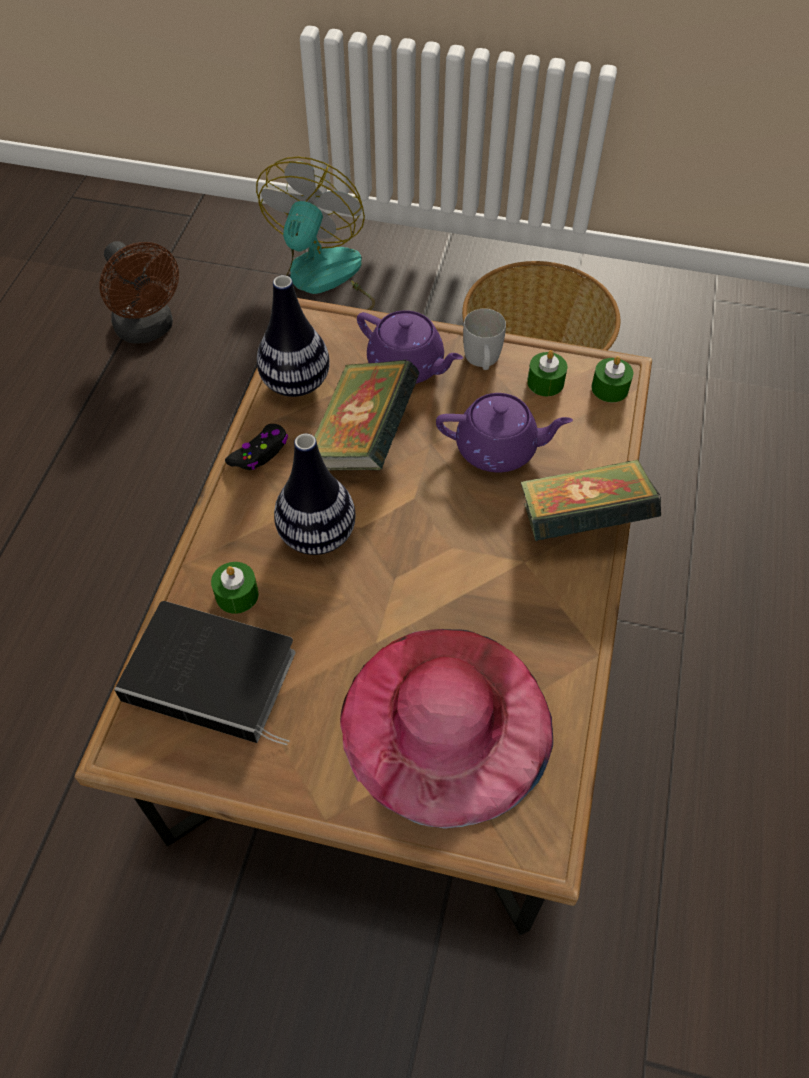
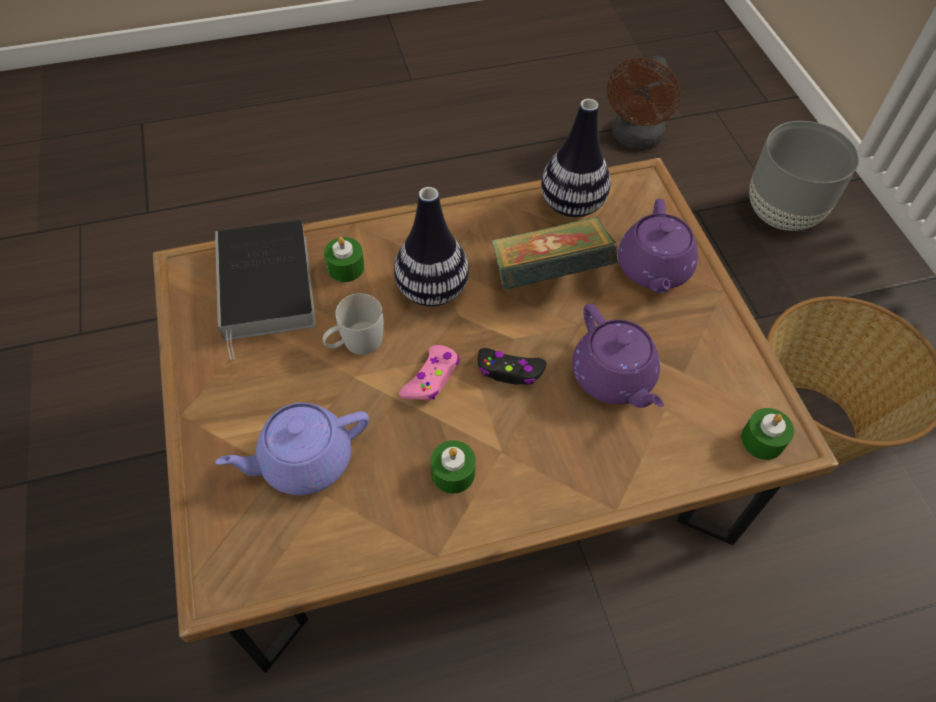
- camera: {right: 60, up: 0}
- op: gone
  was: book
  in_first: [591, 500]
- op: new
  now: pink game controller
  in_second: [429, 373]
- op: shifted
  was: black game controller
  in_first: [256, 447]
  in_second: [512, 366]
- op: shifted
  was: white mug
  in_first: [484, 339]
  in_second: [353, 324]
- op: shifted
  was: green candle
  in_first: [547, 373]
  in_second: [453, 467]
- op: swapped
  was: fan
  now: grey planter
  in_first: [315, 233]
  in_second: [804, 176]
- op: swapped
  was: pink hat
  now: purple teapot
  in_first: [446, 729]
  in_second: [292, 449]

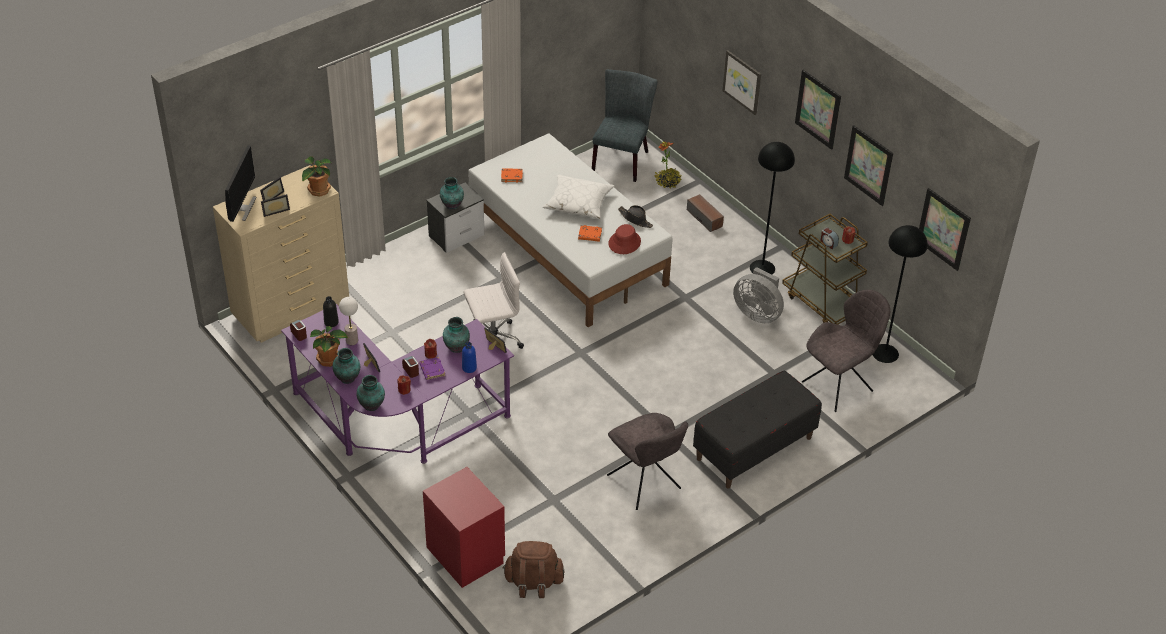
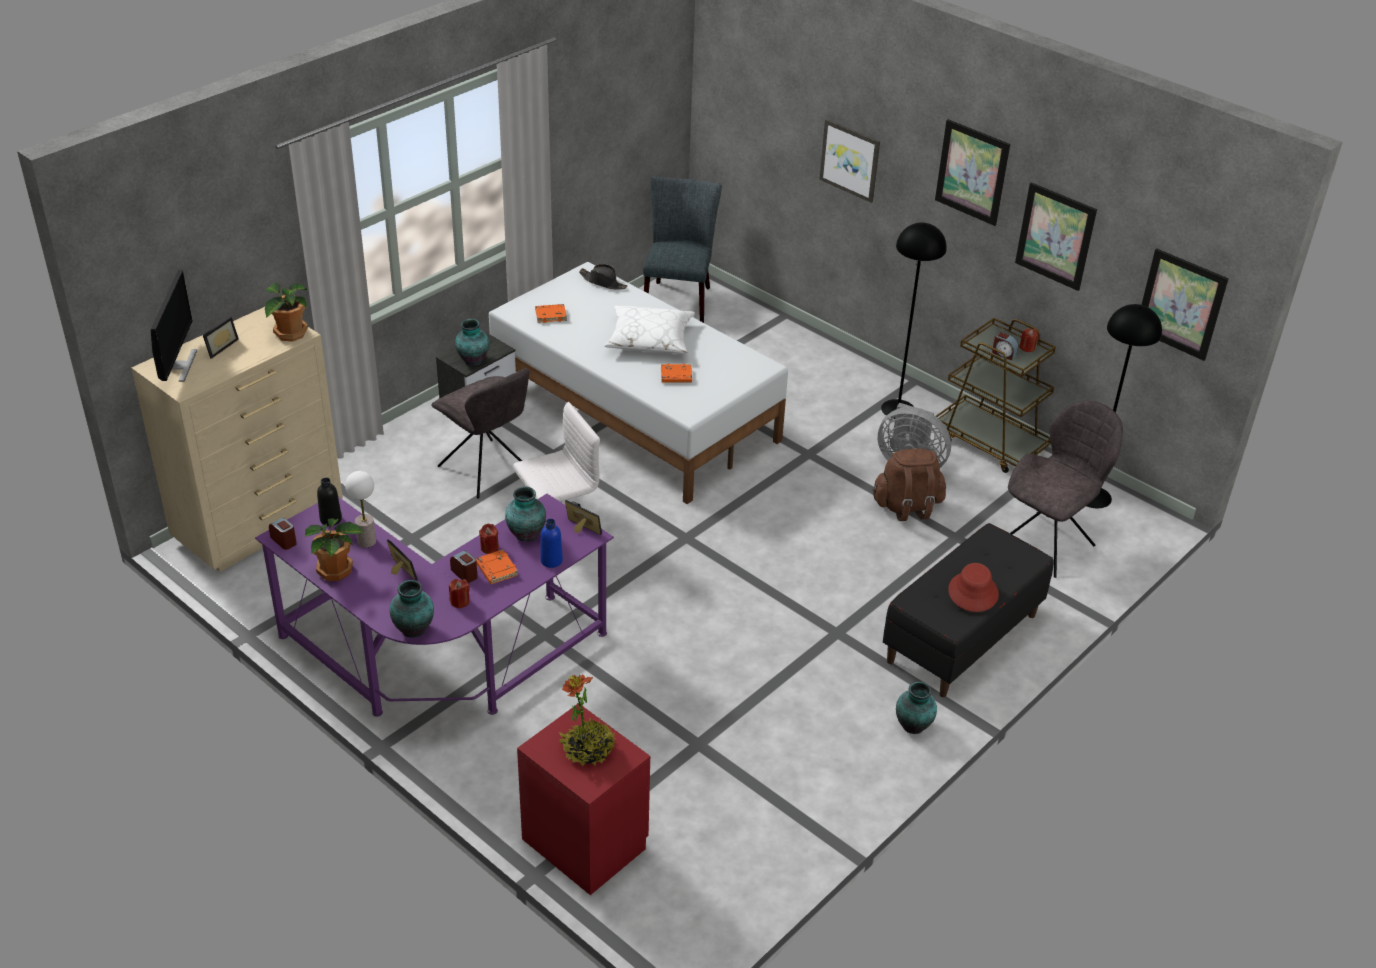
- camera: {right: -10, up: -5}
- op: gone
  was: picture frame
  in_first: [275, 205]
- op: gone
  was: speaker
  in_first: [705, 213]
- op: shifted
  was: vase
  in_first: [346, 366]
  in_second: [916, 707]
- op: shifted
  was: brown backpack
  in_first: [533, 569]
  in_second: [909, 485]
- op: shifted
  was: grey chair
  in_first: [647, 461]
  in_second: [481, 433]
- op: shifted
  was: red hat
  in_first: [624, 239]
  in_second: [973, 587]
- op: shifted
  was: black hat
  in_first: [635, 216]
  in_second: [603, 277]
- op: shifted
  was: potted plant
  in_first: [668, 165]
  in_second: [587, 720]
- op: repainted
  was: purple book
  now: orange book
  in_first: [432, 368]
  in_second: [497, 566]

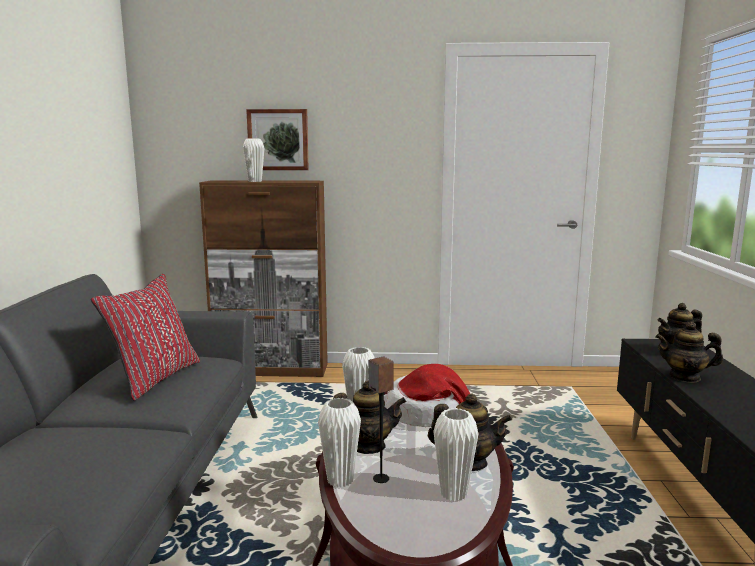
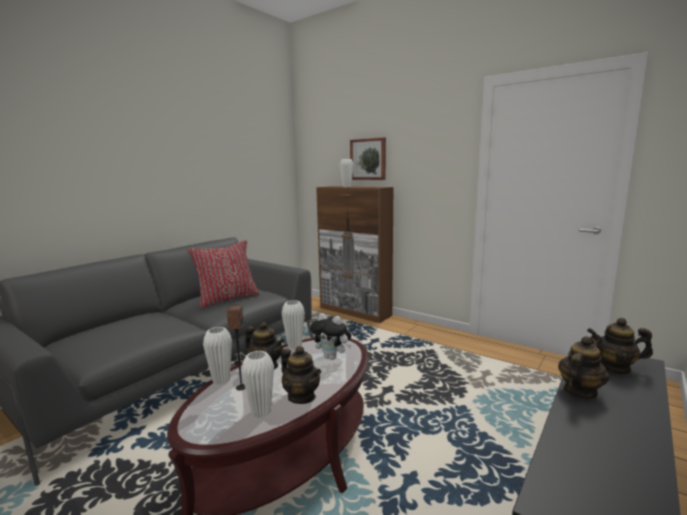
- camera: {right: 35, up: 0}
- op: swapped
  was: hat
  now: plush toy
  in_first: [428, 395]
  in_second: [331, 336]
- op: rotated
  was: teapot
  in_first: [689, 352]
  in_second: [583, 367]
  clockwise: 90

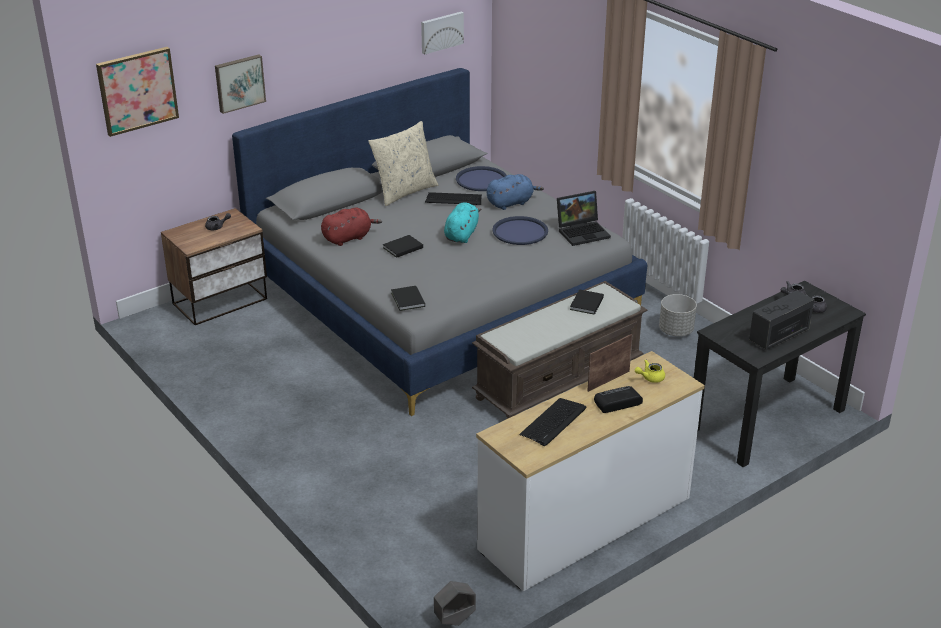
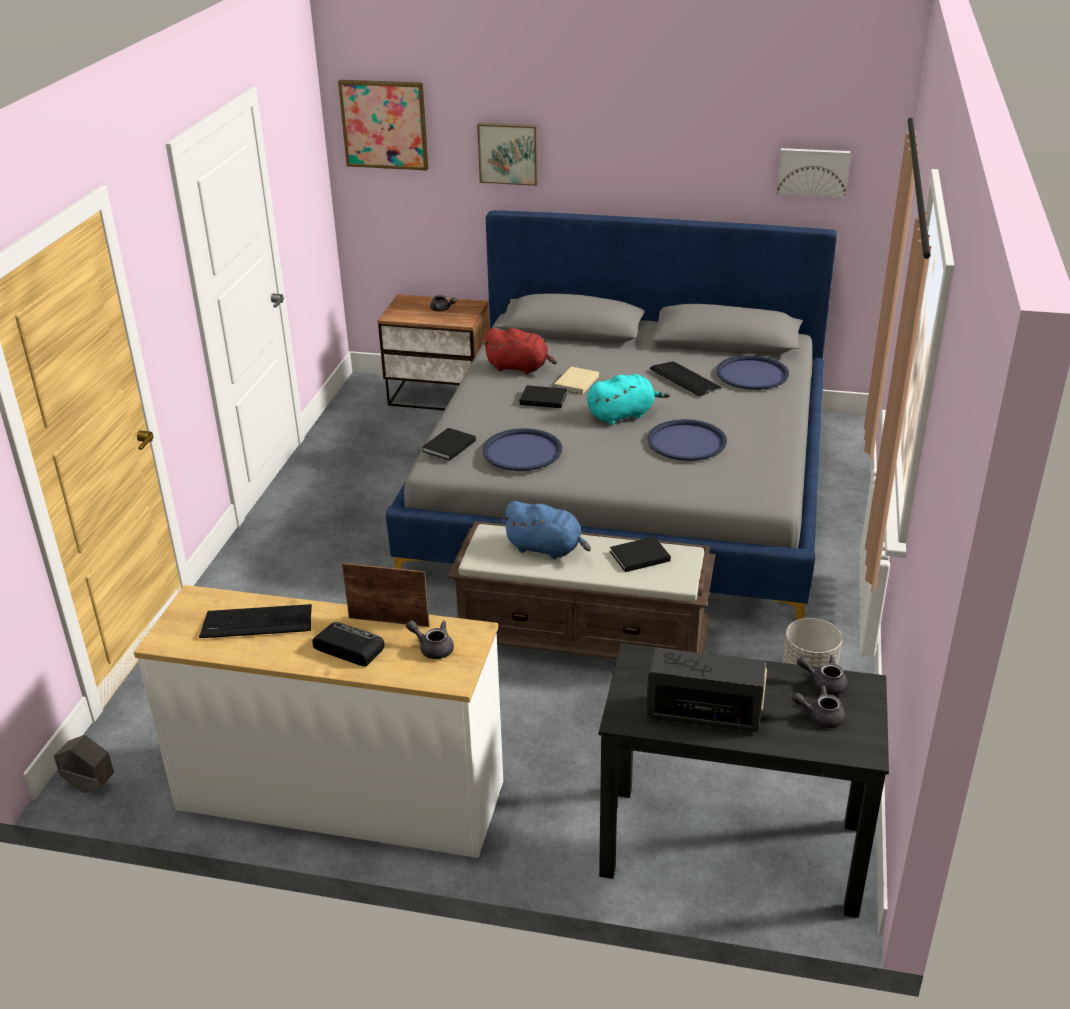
- camera: {right: 50, up: 0}
- op: gone
  was: beige pillow
  in_first: [403, 163]
- op: gone
  was: laptop
  in_first: [584, 218]
- op: new
  now: blue tray
  in_second: [522, 449]
- op: new
  now: beige book
  in_second: [576, 380]
- op: shifted
  was: blue plush toy
  in_first: [515, 192]
  in_second: [546, 530]
- op: repainted
  was: yellow teapot
  now: grey teapot
  in_first: [650, 371]
  in_second: [430, 639]

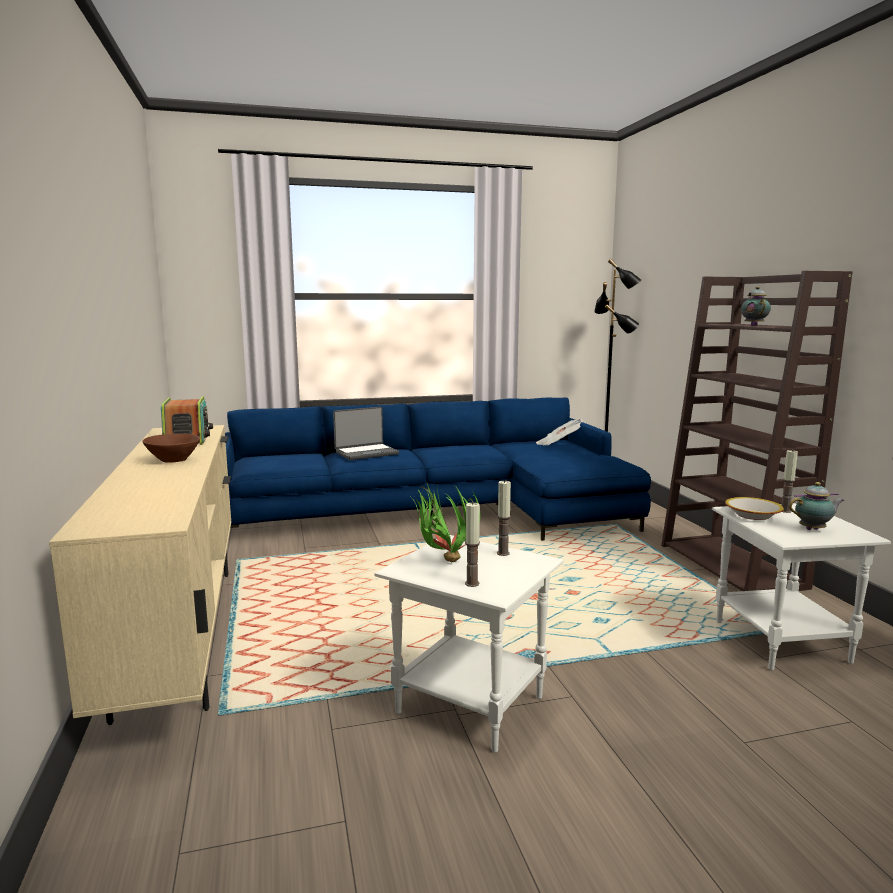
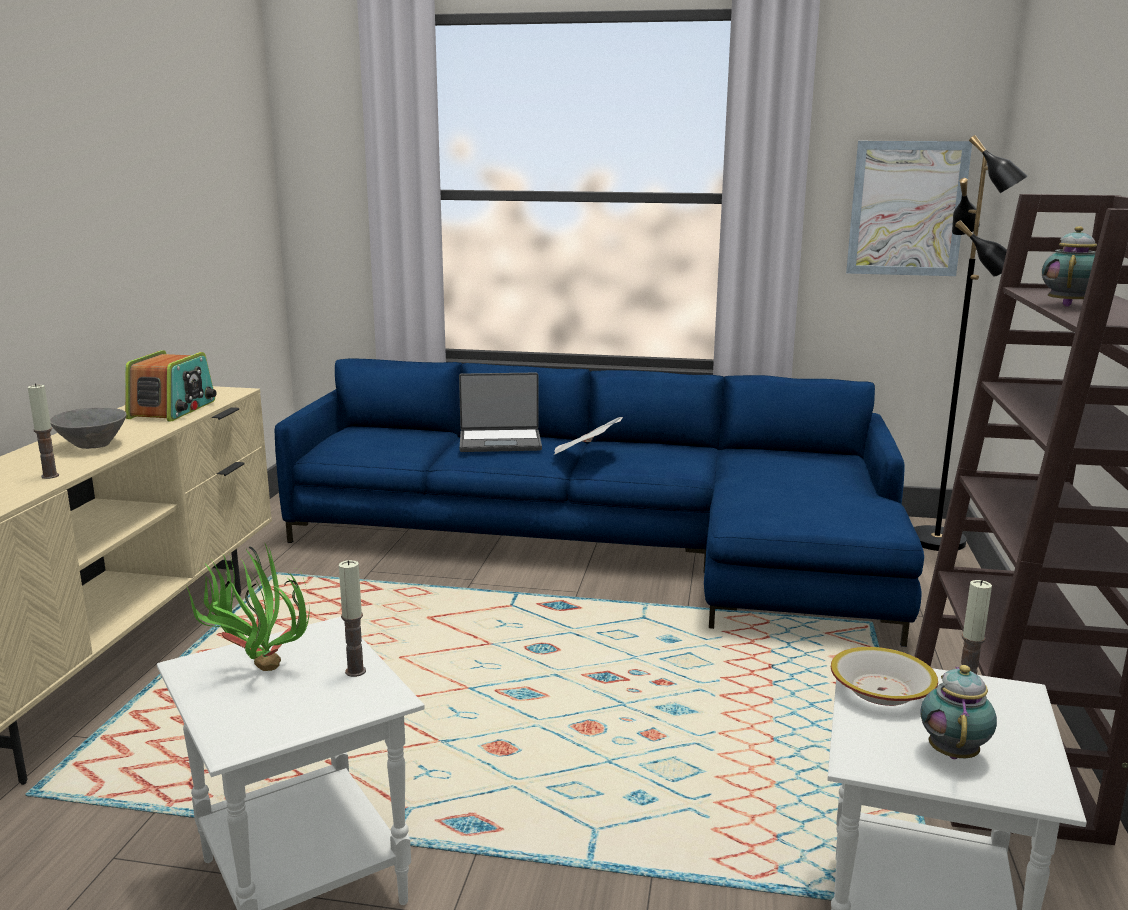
- camera: {right: 25, up: 5}
- op: new
  now: picture
  in_second: [909, 208]
- op: shifted
  was: candle
  in_first: [472, 544]
  in_second: [43, 431]
- op: shifted
  was: newspaper
  in_first: [559, 432]
  in_second: [587, 436]
- op: repainted
  was: brown bowl
  now: grey bowl
  in_first: [171, 448]
  in_second: [88, 428]
- op: rotated
  was: teapot
  in_first: [816, 506]
  in_second: [958, 712]
  clockwise: -90

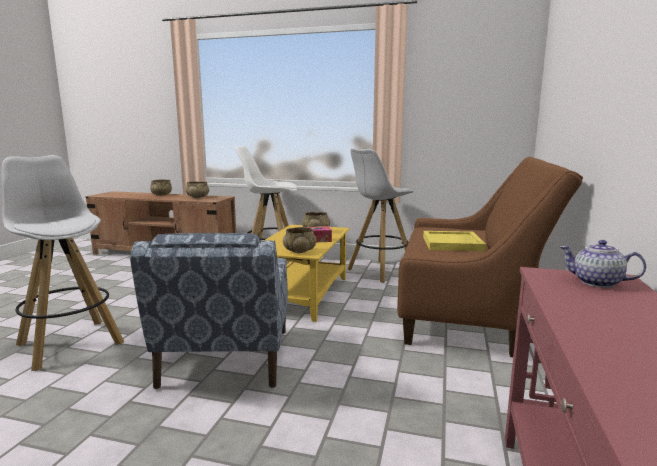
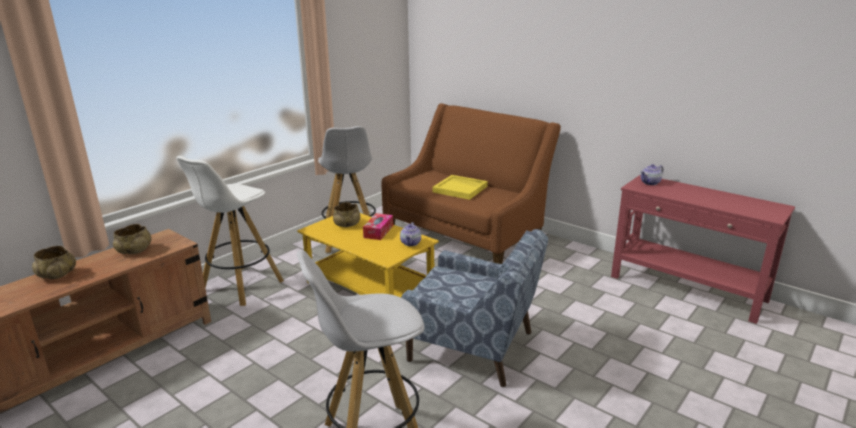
- camera: {right: -65, up: 10}
- op: swapped
  was: beige bowl
  now: teapot
  in_first: [299, 240]
  in_second: [410, 234]

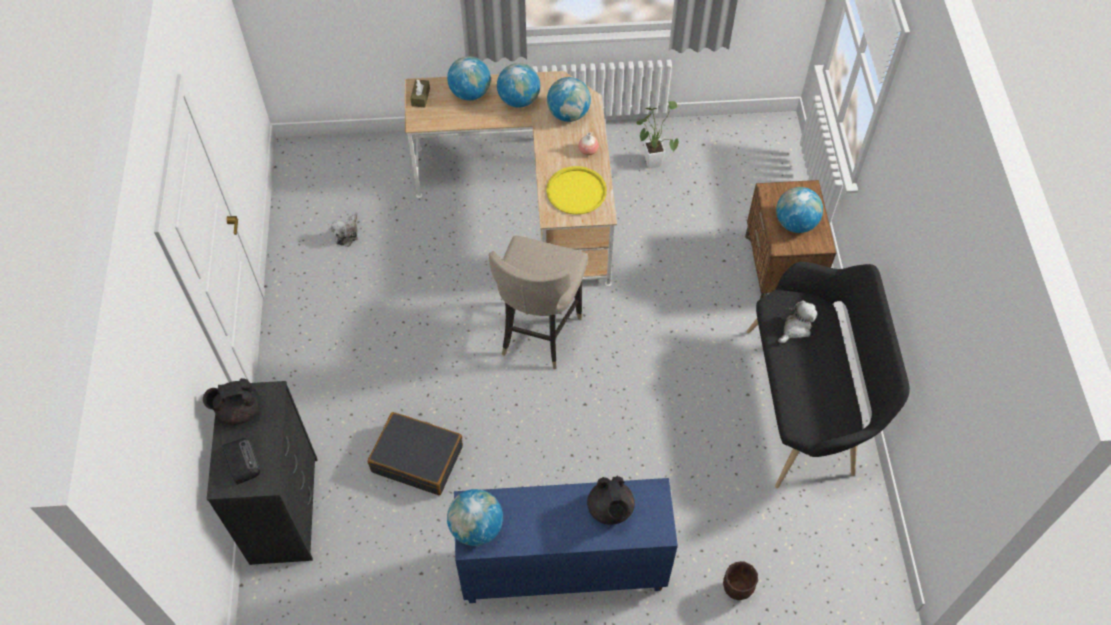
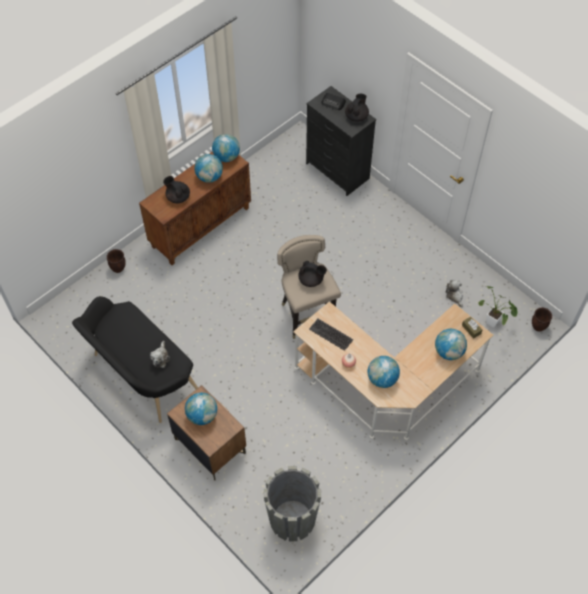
- camera: {right: 140, up: 0}
- op: gone
  was: black suitcase
  in_first: [415, 453]
- op: new
  now: grey planter
  in_second: [292, 503]
- op: new
  now: black teapot
  in_second: [312, 274]
- op: new
  now: brown planter
  in_second: [542, 319]
- op: shifted
  was: globe
  in_first: [518, 85]
  in_second: [208, 168]
- op: shifted
  was: potted plant
  in_first: [657, 135]
  in_second: [498, 307]
- op: swapped
  was: yellow tray
  now: keyboard
  in_first: [576, 190]
  in_second: [331, 335]
- op: repainted
  was: blue cabinet
  now: brown cabinet
  in_first: [566, 540]
  in_second: [195, 208]

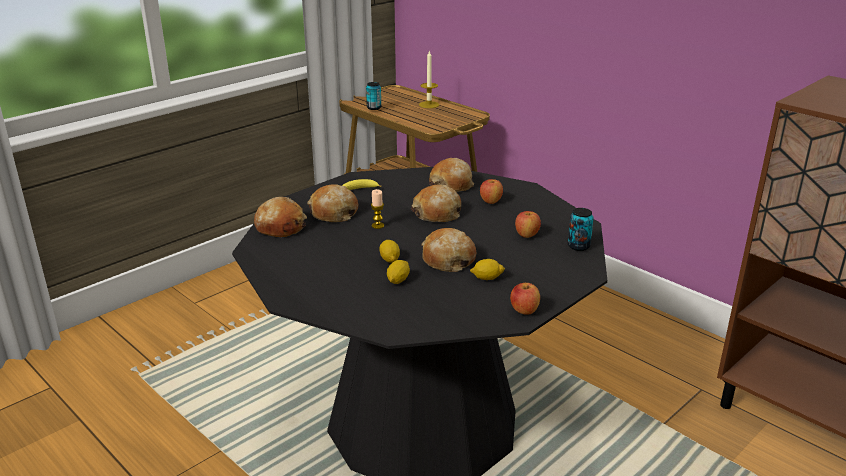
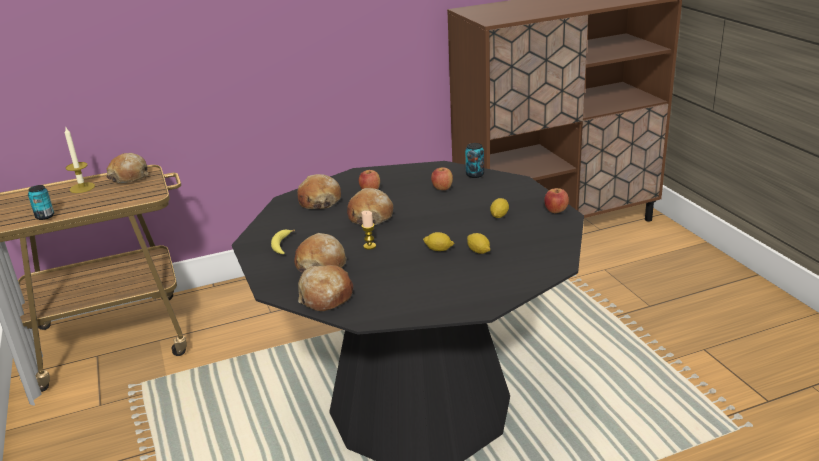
- camera: {right: -65, up: 0}
- op: shifted
  was: bread
  in_first: [448, 250]
  in_second: [127, 168]

